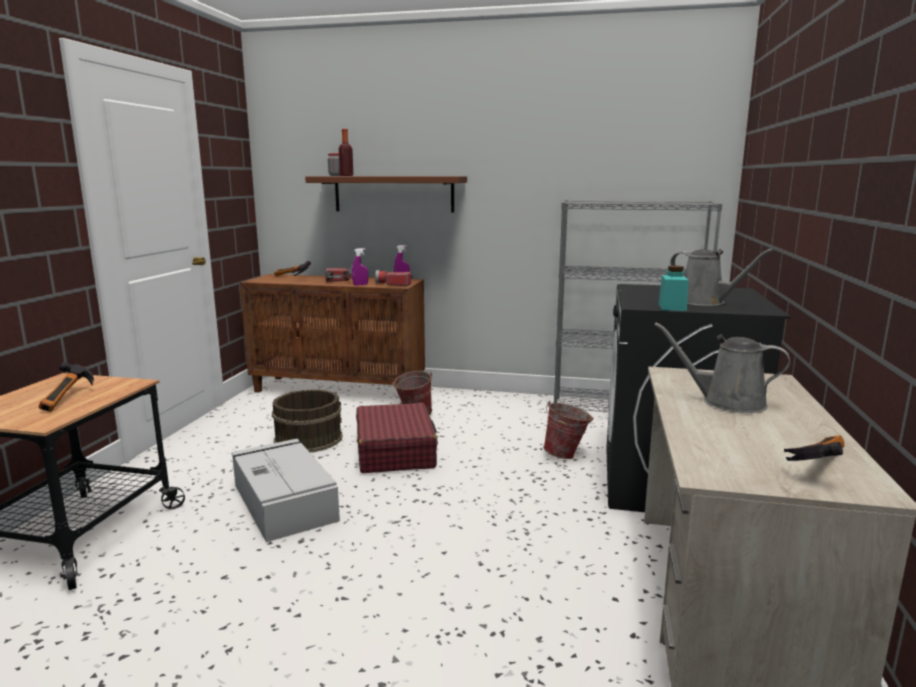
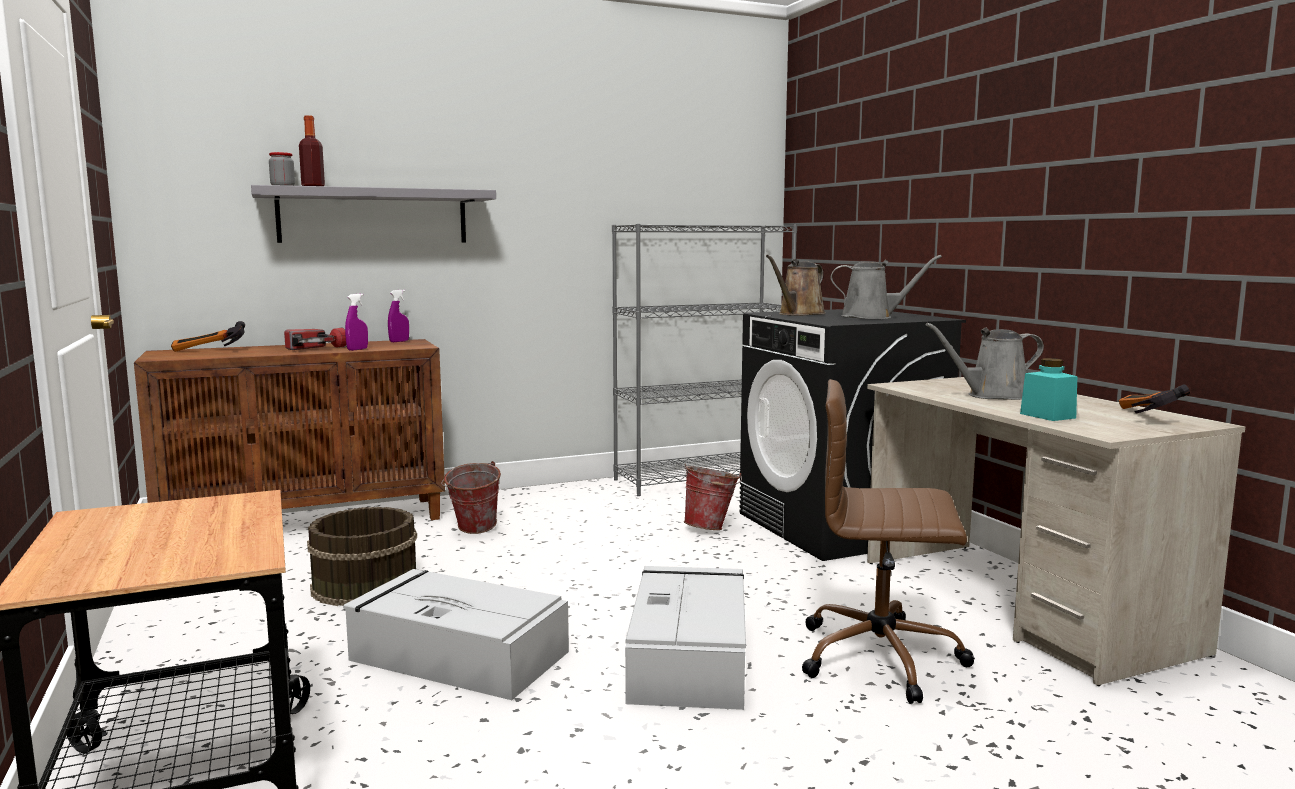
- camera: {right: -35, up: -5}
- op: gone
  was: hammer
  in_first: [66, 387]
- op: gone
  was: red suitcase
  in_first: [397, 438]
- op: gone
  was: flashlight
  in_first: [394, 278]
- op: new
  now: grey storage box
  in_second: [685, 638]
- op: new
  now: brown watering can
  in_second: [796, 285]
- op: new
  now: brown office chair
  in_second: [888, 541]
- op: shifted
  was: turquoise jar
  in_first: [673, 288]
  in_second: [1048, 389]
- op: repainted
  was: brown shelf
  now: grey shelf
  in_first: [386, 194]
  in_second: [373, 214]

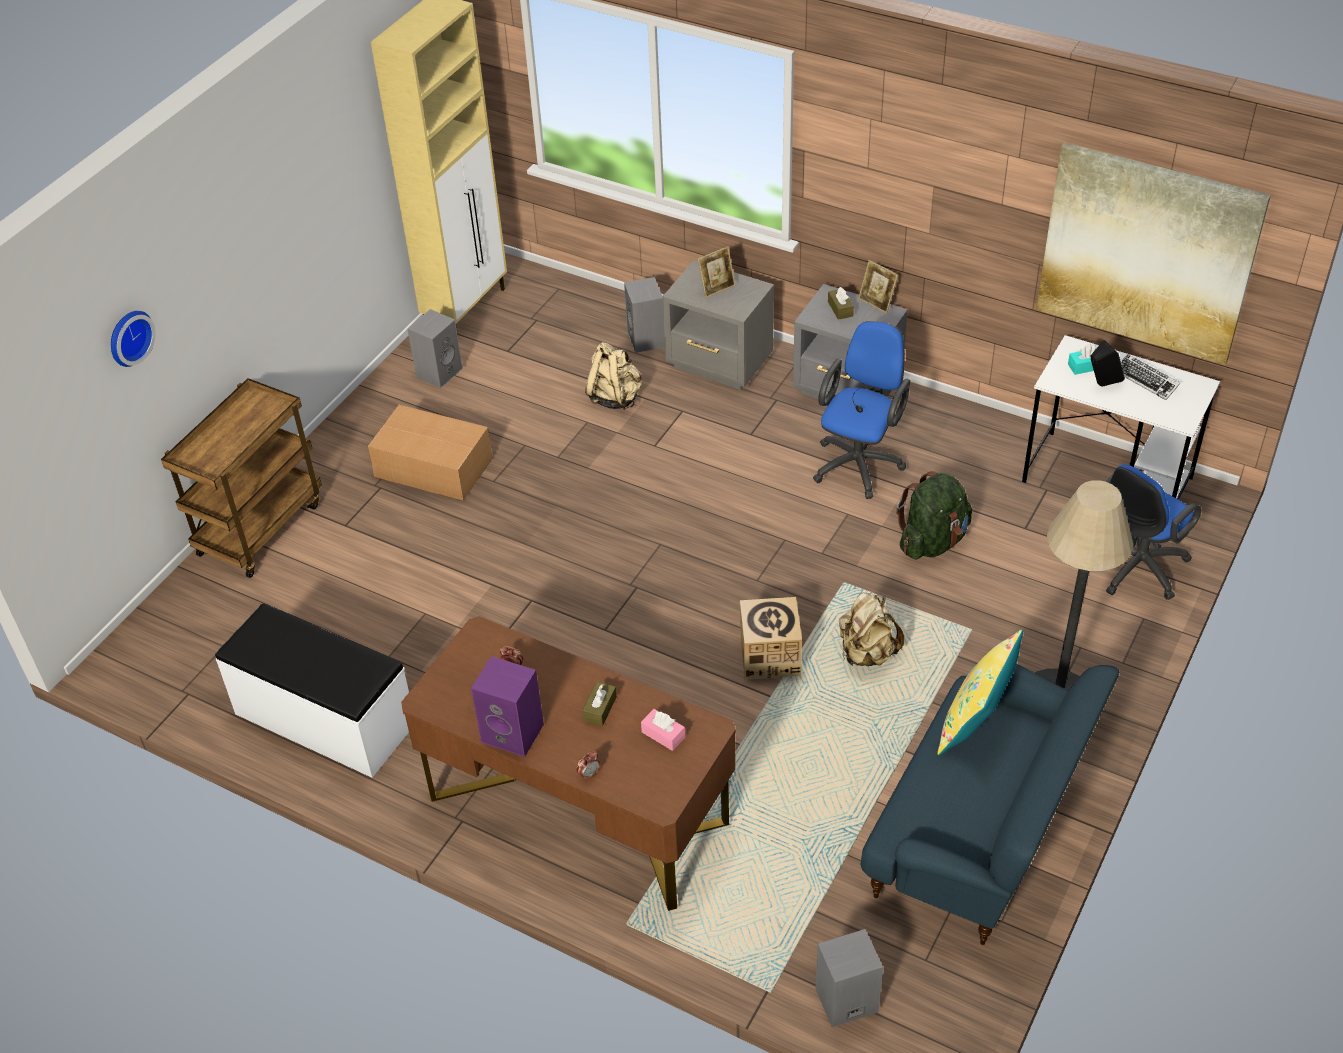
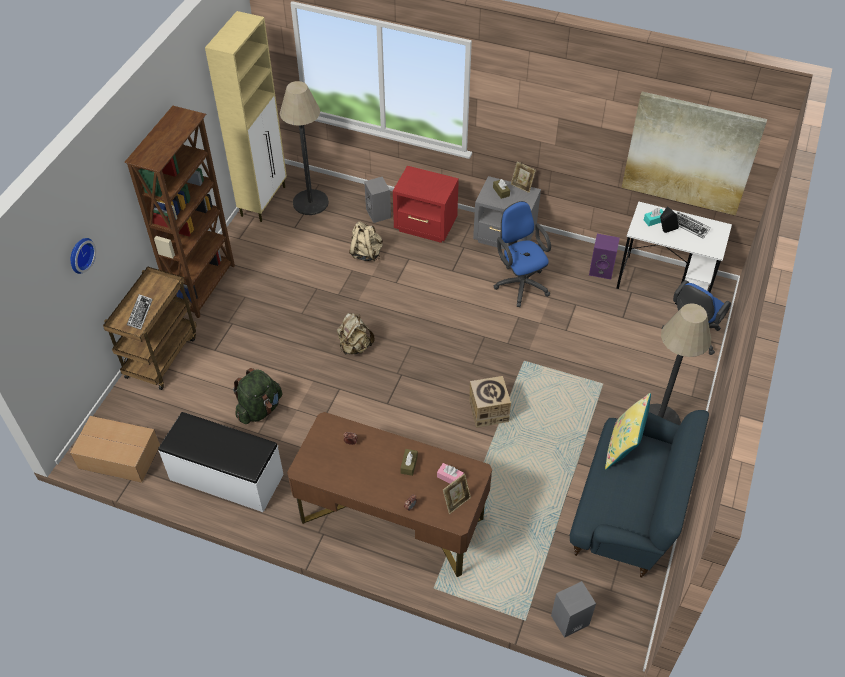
- camera: {right: -10, up: 5}
- op: gone
  was: grey speaker
  in_first: [435, 348]
- op: new
  now: brown bookcase
  in_second: [179, 212]
- op: new
  now: keyboard
  in_second: [140, 312]
- op: new
  now: floor lamp
  in_second: [304, 148]
- op: shifted
  was: cardboard box
  in_first: [430, 453]
  in_second: [115, 449]
- op: shifted
  was: purple speaker
  in_first: [507, 706]
  in_second: [604, 256]
- op: shifted
  was: picture frame
  in_first: [716, 272]
  in_second: [457, 493]
- op: shifted
  was: beige backpack
  in_first: [871, 629]
  in_second: [356, 334]
- op: shifted
  was: green backpack
  in_first: [934, 515]
  in_second: [257, 396]
- op: repainted
  was: grey nightstand
  now: red nightstand
  in_first: [718, 325]
  in_second: [426, 204]
- op: rotated
  was: blue office chair
  in_first: [861, 410]
  in_second: [522, 254]
  clockwise: -45

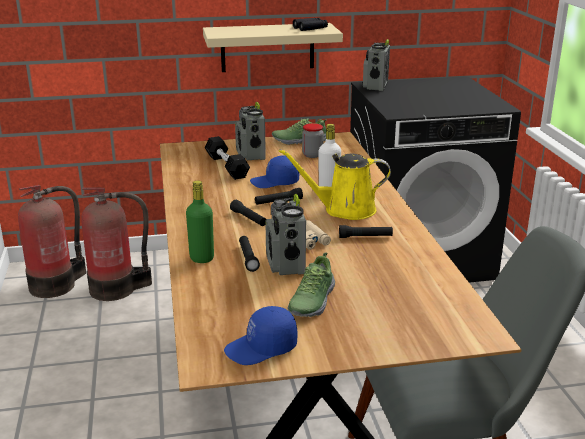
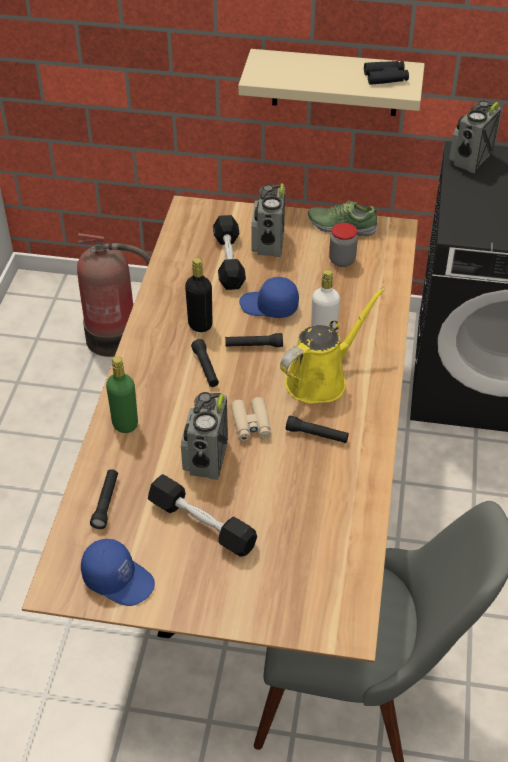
- camera: {right: 20, up: 20}
- op: gone
  was: fire extinguisher
  in_first: [52, 241]
- op: new
  now: black bottle
  in_second: [198, 295]
- op: shifted
  was: black flashlight
  in_first: [249, 254]
  in_second: [104, 499]
- op: swapped
  was: shoe
  now: black dumbbell
  in_first: [311, 284]
  in_second: [202, 515]
- op: rotated
  was: blue cap
  in_first: [261, 335]
  in_second: [118, 572]
  clockwise: -150
- op: rotated
  was: yellow watering can
  in_first: [335, 184]
  in_second: [332, 346]
  clockwise: 120

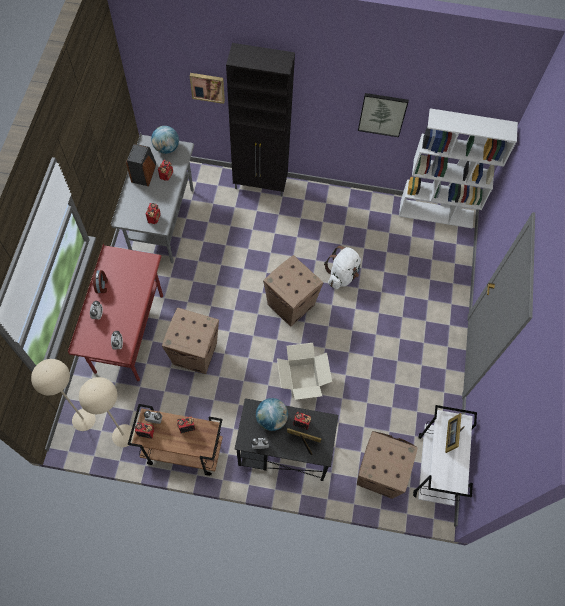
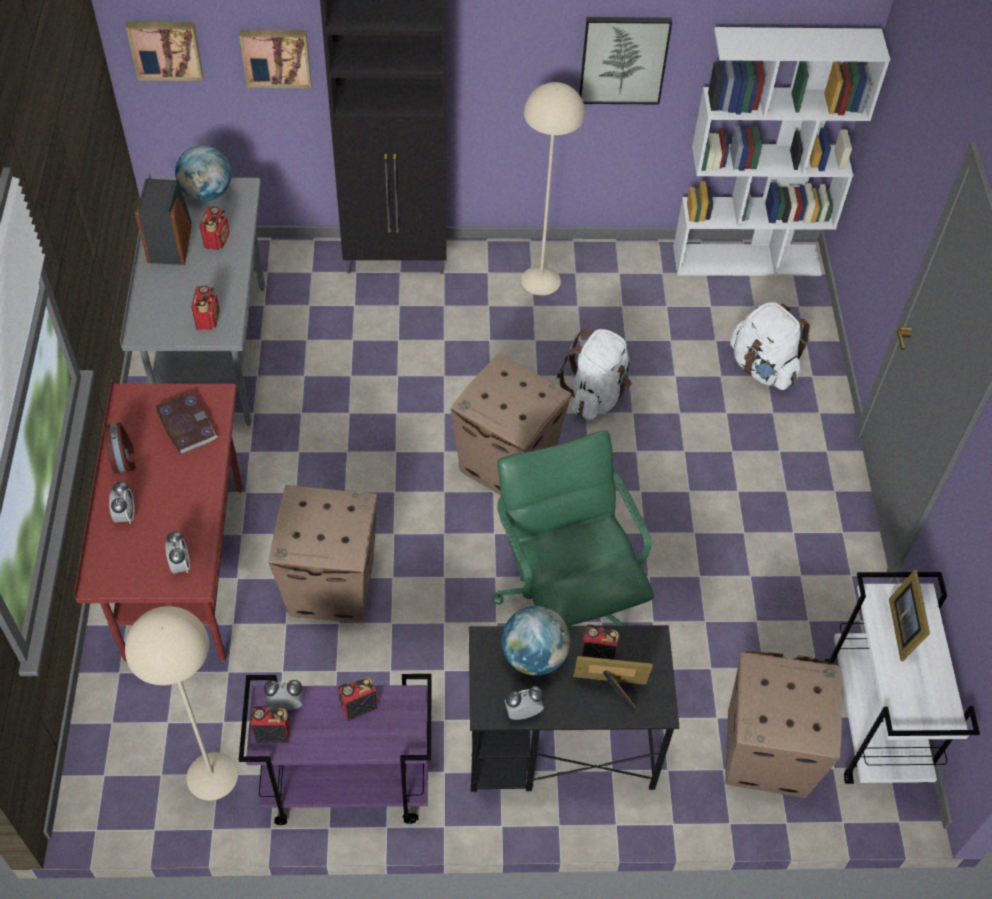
- camera: {right: -10, up: -10}
- op: new
  now: picture
  in_second: [164, 51]
- op: new
  now: book
  in_second: [187, 423]
- op: new
  now: white backpack
  in_second: [770, 346]
- op: shifted
  was: beige floor lamp
  in_first: [63, 395]
  in_second: [553, 188]
- op: swapped
  was: cardboard box
  now: green office chair
  in_first: [304, 371]
  in_second: [573, 528]
- op: repainted
  was: brown cart
  now: purple cart
  in_first: [175, 440]
  in_second: [335, 749]

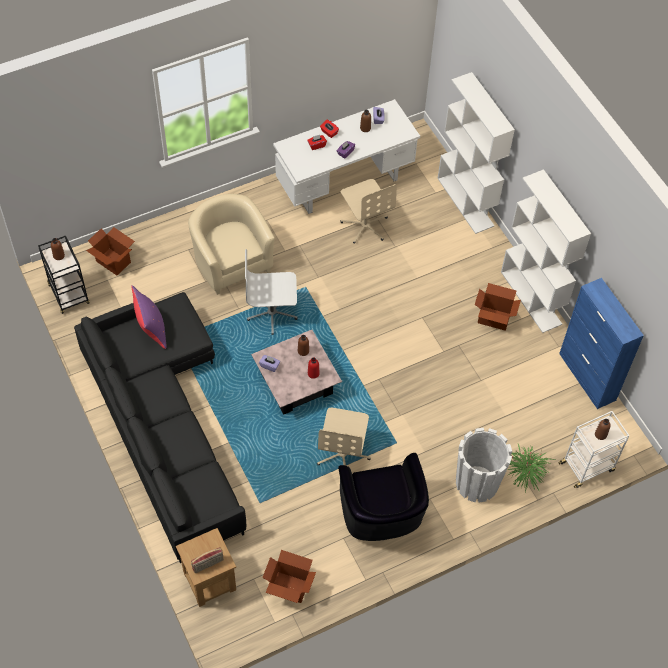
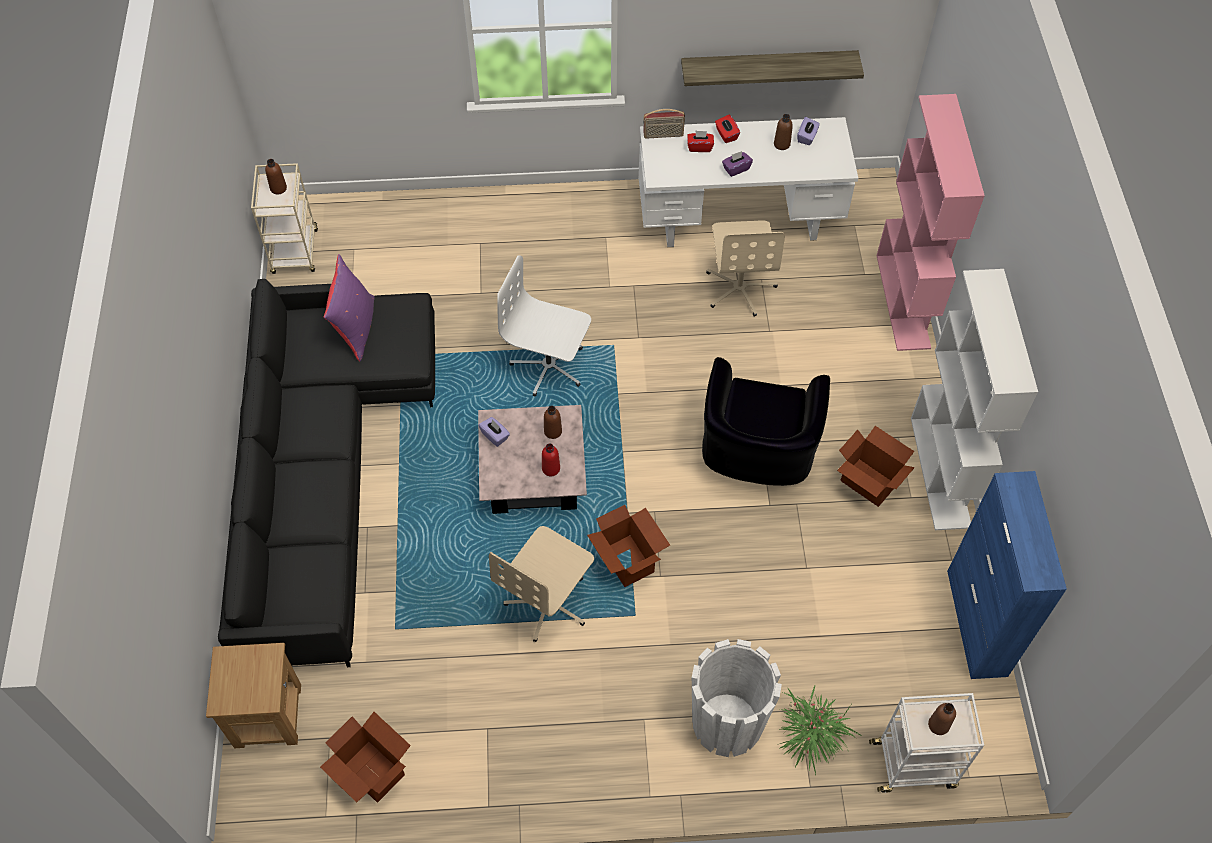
- camera: {right: 25, up: 0}
- op: gone
  was: beige armchair
  in_first: [231, 244]
- op: new
  now: shelf
  in_second: [772, 68]
- op: shifted
  was: cardboard box
  in_first: [110, 251]
  in_second: [628, 546]
- op: shifted
  was: radio
  in_first: [207, 560]
  in_second: [664, 124]
- op: shifted
  was: black armchair
  in_first: [383, 497]
  in_second: [766, 421]
- op: repainted
  was: black cart
  now: beige cart
  in_first: [64, 275]
  in_second: [284, 218]
- op: repainted
  was: white bookcase
  now: pink bookcase
  in_first: [476, 153]
  in_second: [931, 222]

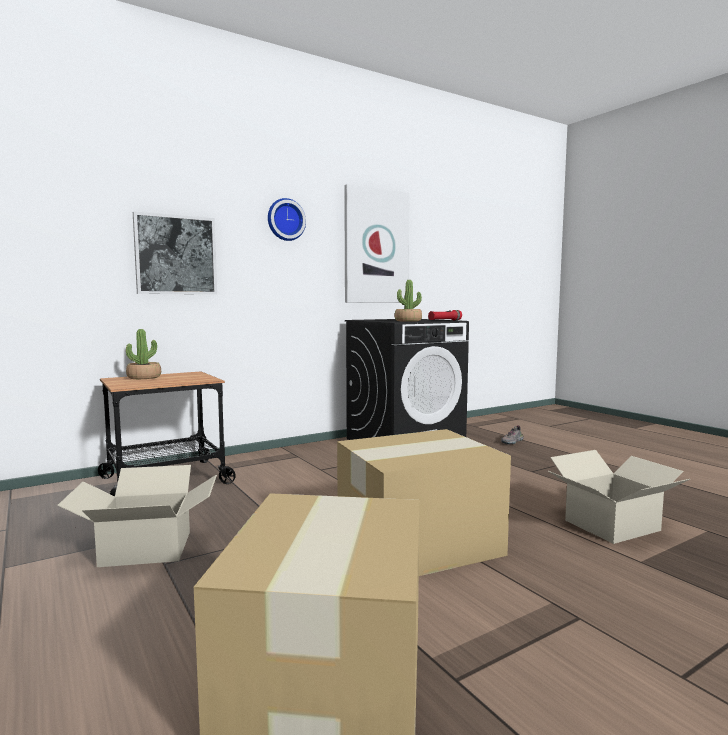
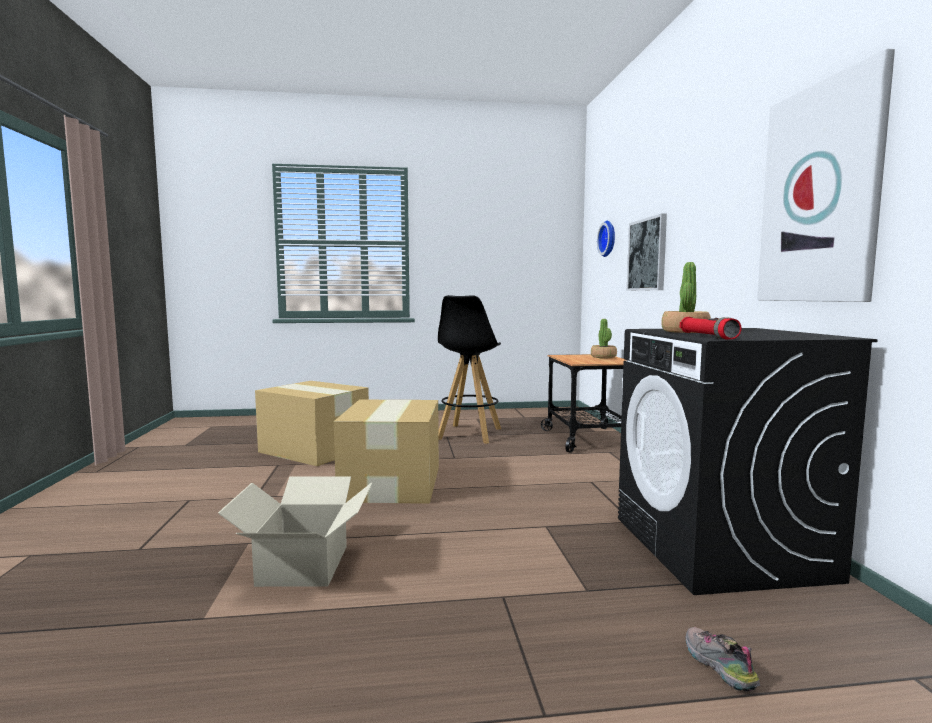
- camera: {right: 115, up: 0}
- op: shifted
  was: wall clock
  in_first: [287, 219]
  in_second: [606, 239]
- op: swapped
  was: cardboard box
  now: black stool
  in_first: [137, 516]
  in_second: [469, 369]

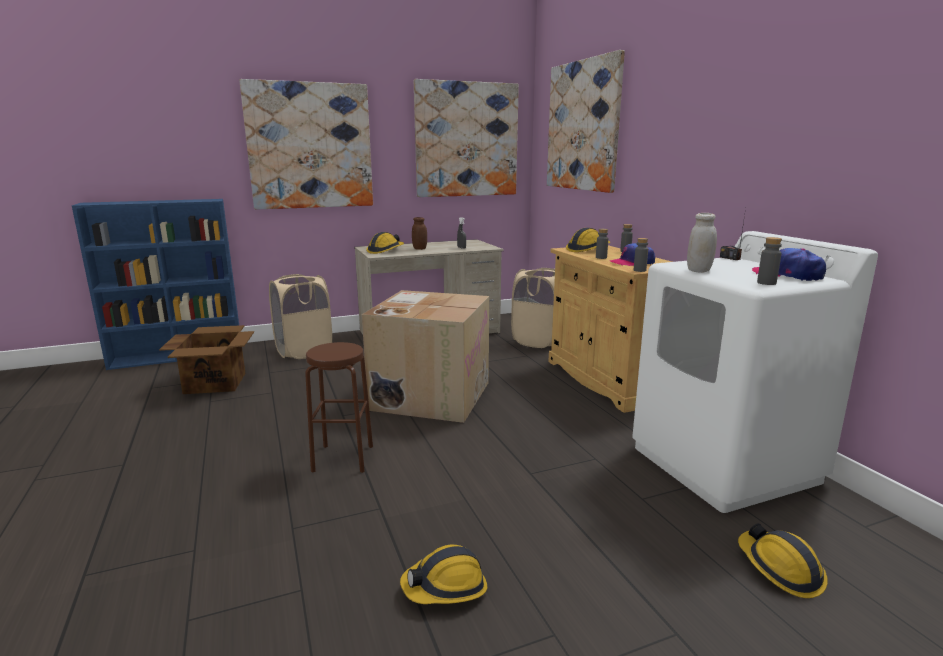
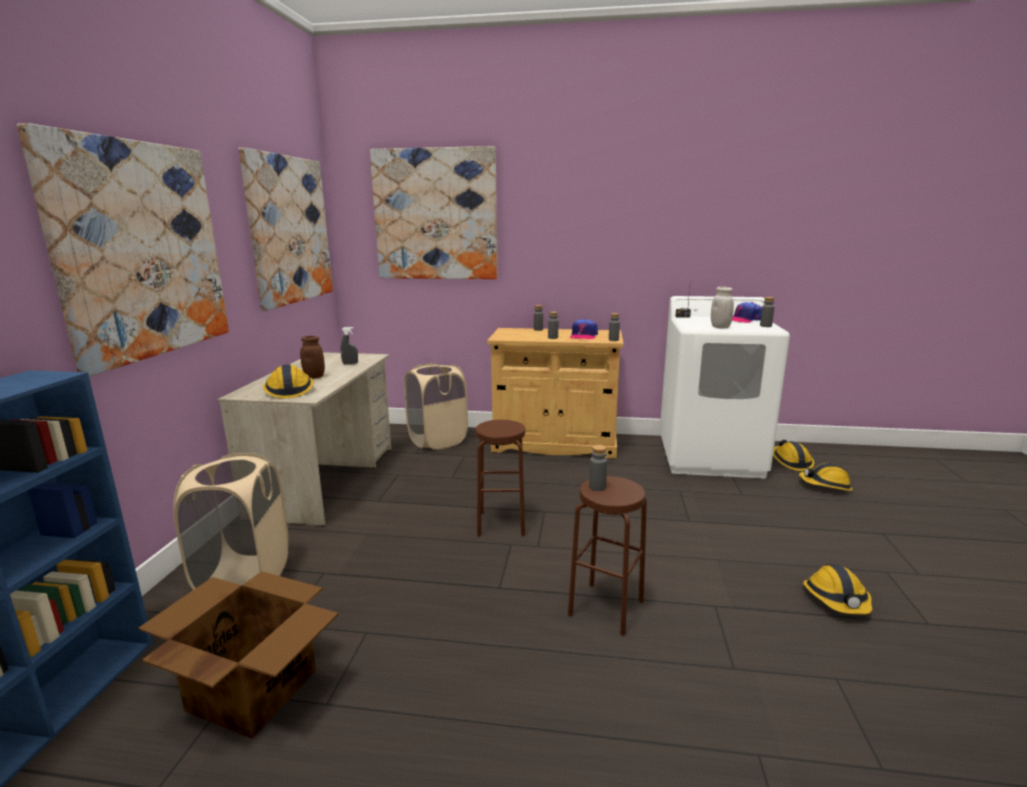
- camera: {right: -60, up: 0}
- op: new
  now: grey bottle
  in_second: [598, 468]
- op: shifted
  was: hard hat
  in_first: [588, 240]
  in_second: [793, 455]
- op: swapped
  was: cardboard box
  now: brown stool
  in_first: [425, 356]
  in_second: [500, 478]

